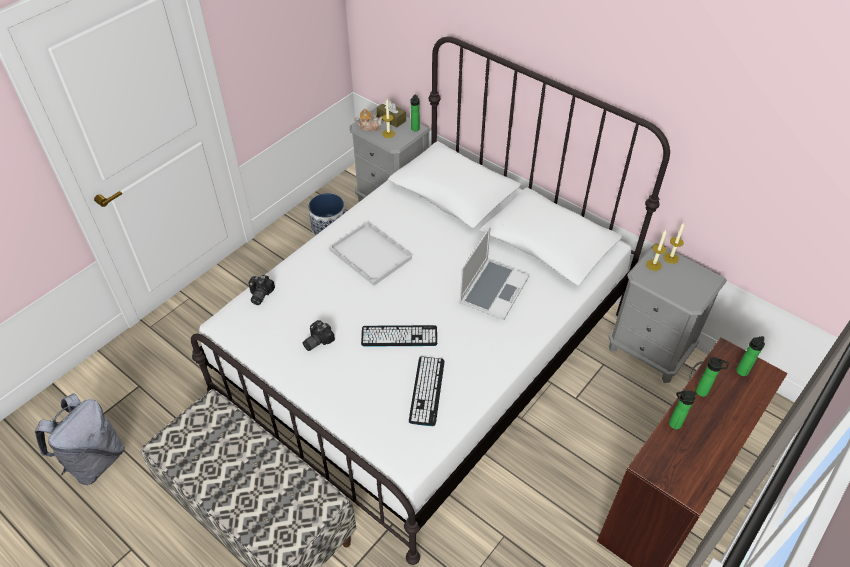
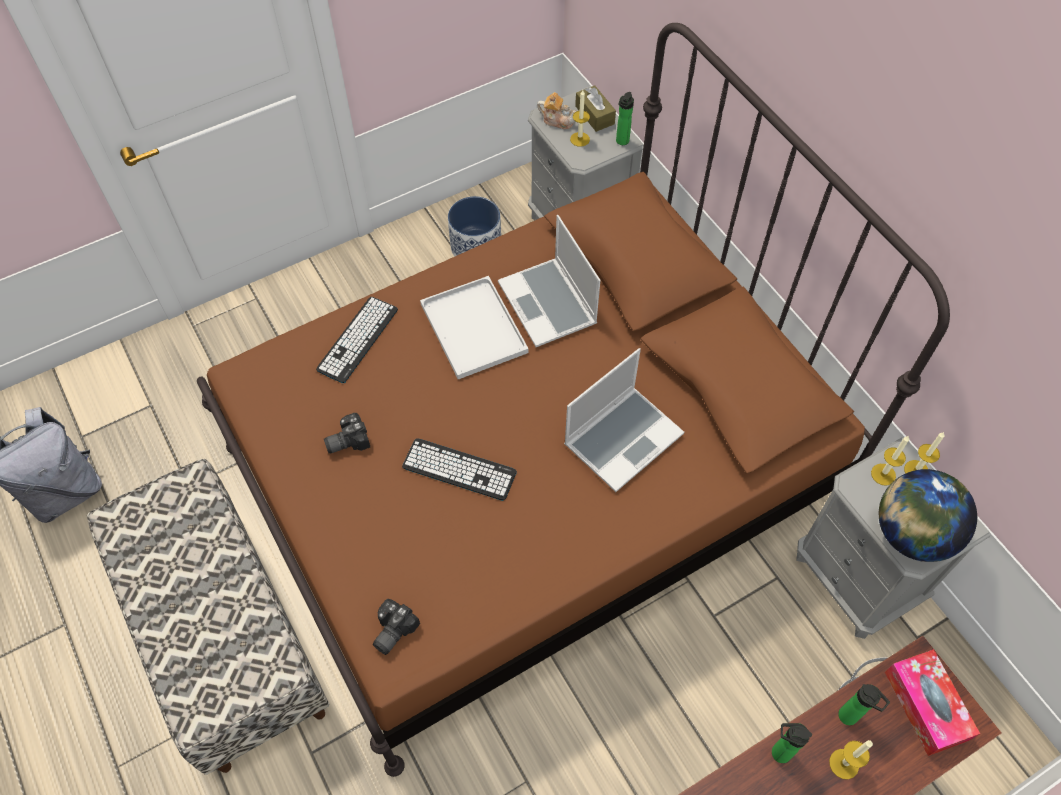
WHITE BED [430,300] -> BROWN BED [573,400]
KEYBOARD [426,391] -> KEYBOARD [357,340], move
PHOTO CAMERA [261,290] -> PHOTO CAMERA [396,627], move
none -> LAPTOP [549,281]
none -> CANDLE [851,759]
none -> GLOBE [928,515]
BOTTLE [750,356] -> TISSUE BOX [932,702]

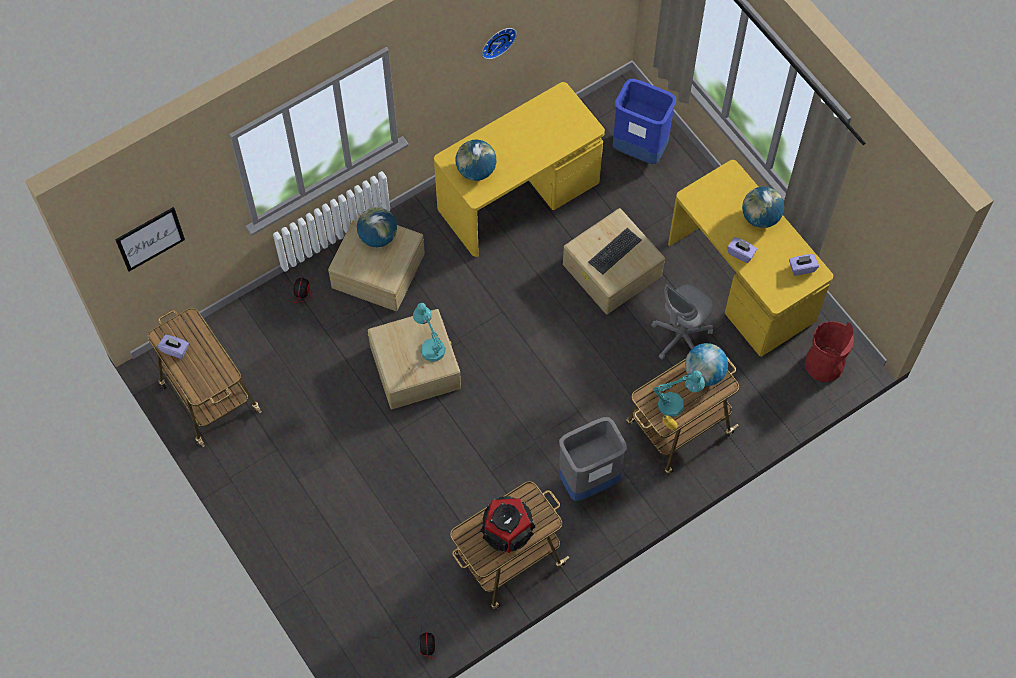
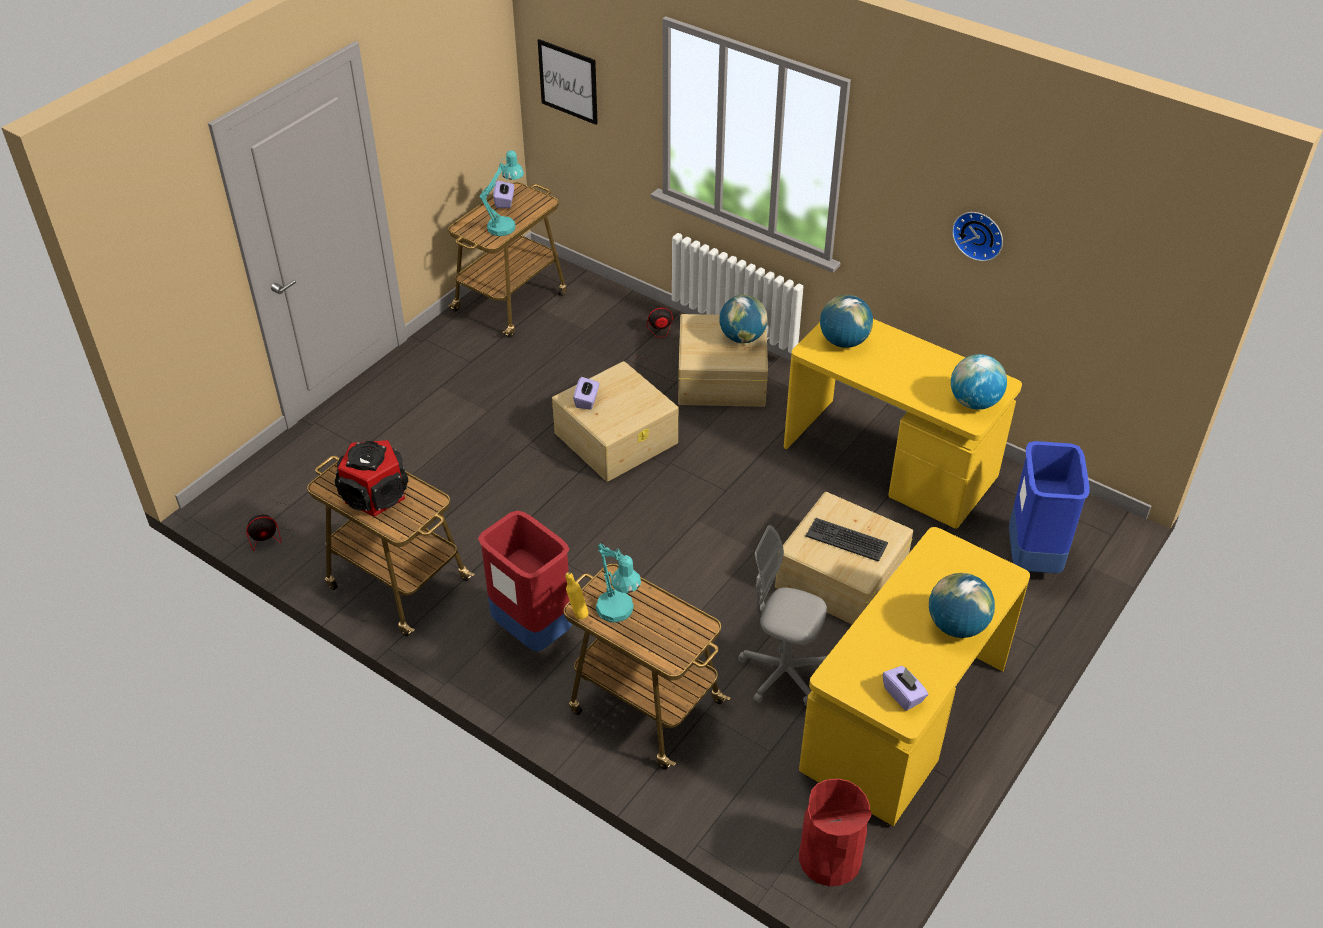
GREY TRASH CAN [593,459] -> RED TRASH CAN [525,581]
TURQUOISE TABLE LAMP [429,332] -> TURQUOISE TABLE LAMP [501,193], move
PURPLE TISSUE BOX [742,250] -> PURPLE TISSUE BOX [586,393], move
GLOBE [706,364] -> GLOBE [979,382], move

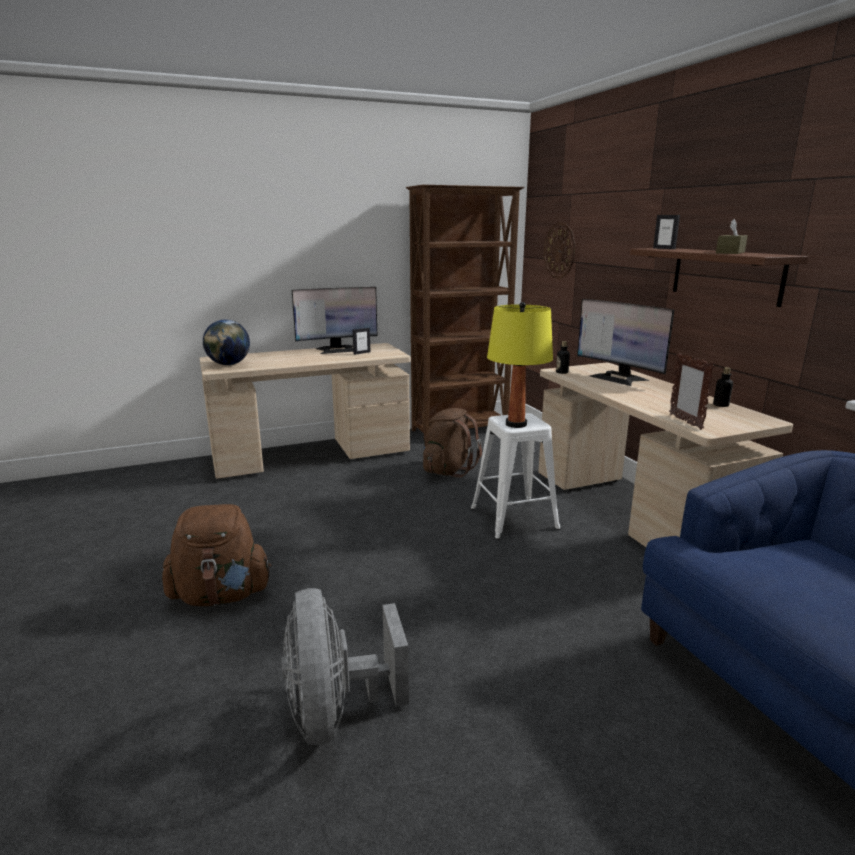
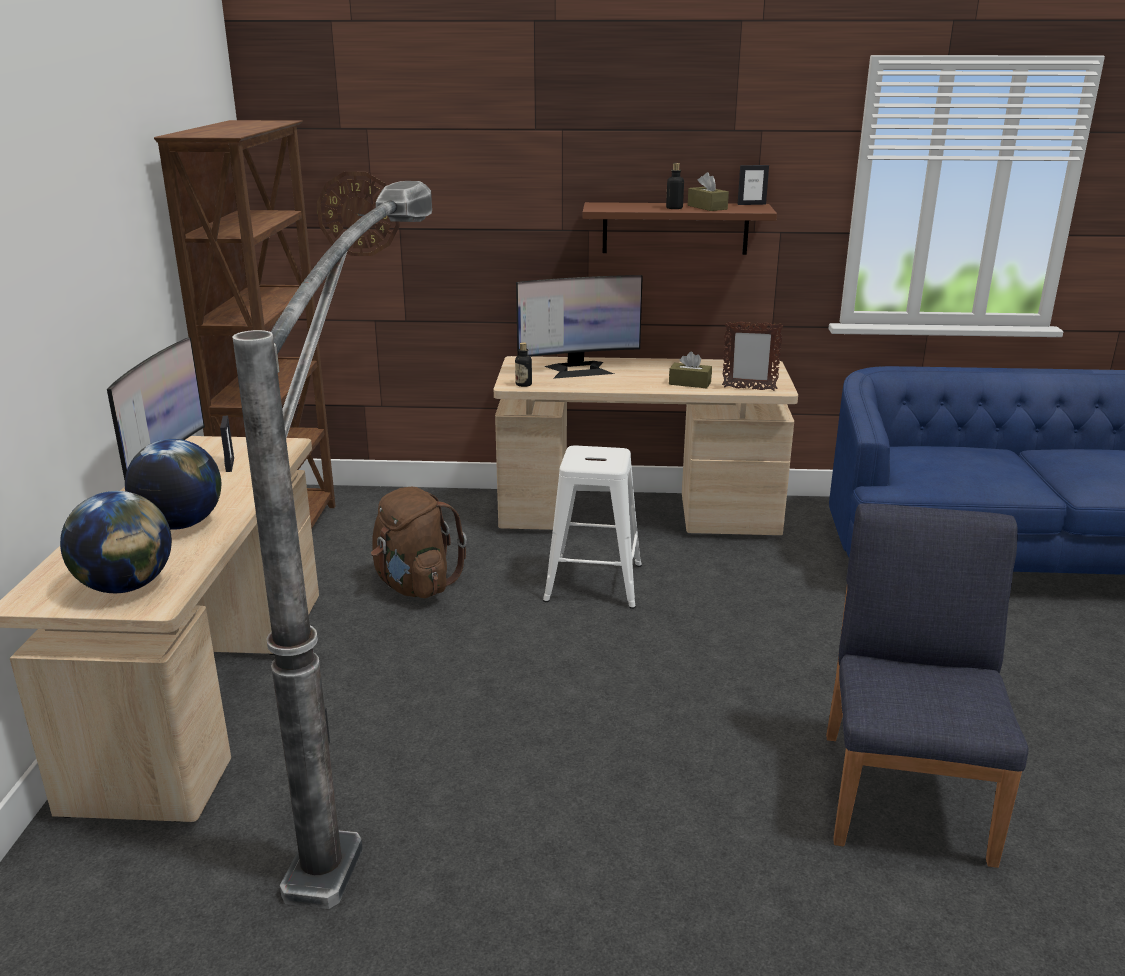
none -> GLOBE [173,484]
none -> FLOOR LAMP [332,545]
BOTTLE [723,387] -> BOTTLE [675,186], move
none -> BROWN TISSUE BOX [690,369]
PICTURE FRAME [666,232] -> PICTURE FRAME [753,185], move
GREY FAN [345,666] -> BLUE CHAIR [927,686]
BROWN BACKPACK [217,555] -> none
YELLOW TABLE LAMP [520,365] -> none

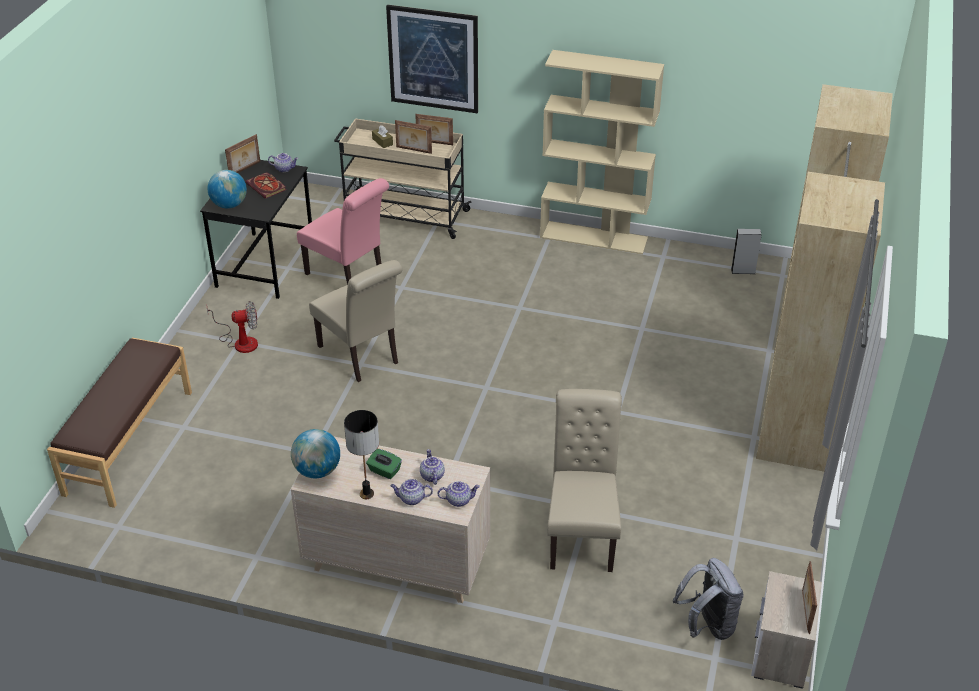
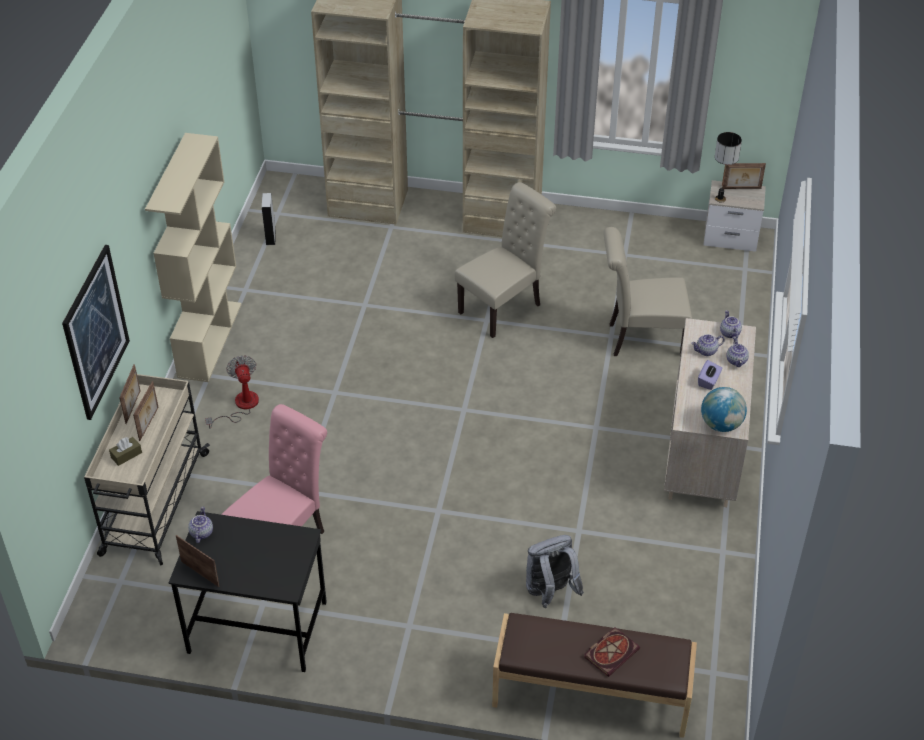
FAN [232,327] -> FAN [232,392], move
BEIGE CHAIR [356,321] -> BEIGE CHAIR [505,260], move
GREY BACKPACK [708,599] -> GREY BACKPACK [555,571], move
BOOK [265,185] -> BOOK [612,652], move
GREEN TISSUE BOX [384,464] -> PURPLE TISSUE BOX [710,375]
TABLE LAMP [361,454] -> TABLE LAMP [728,167], move
GLOBE [227,189] -> none

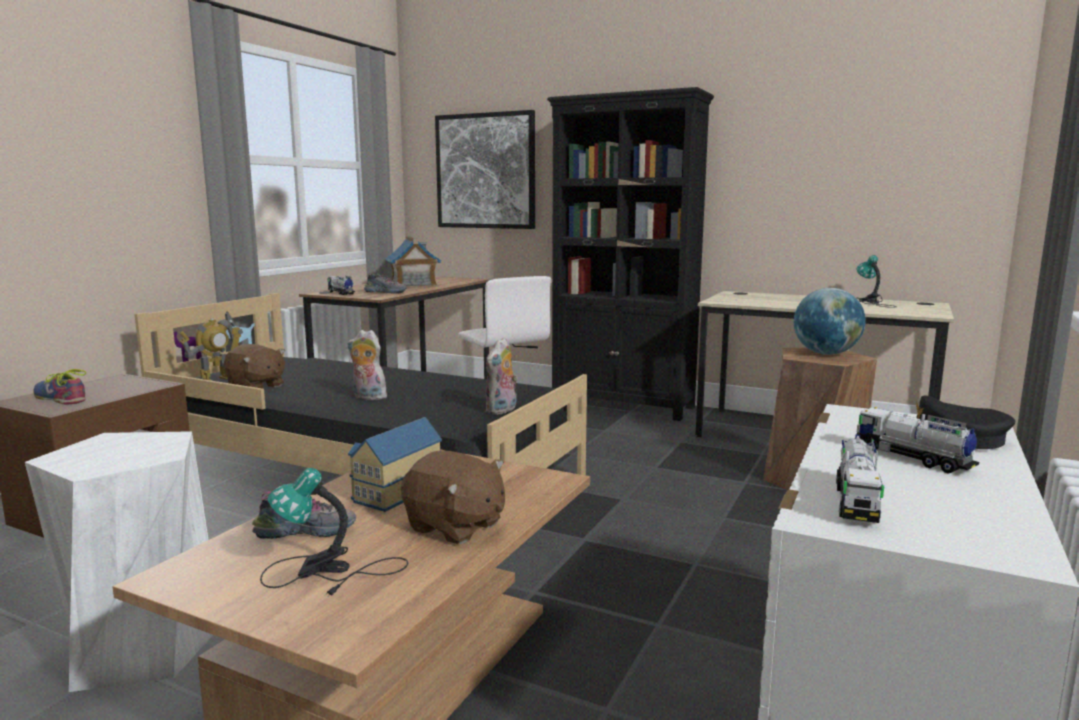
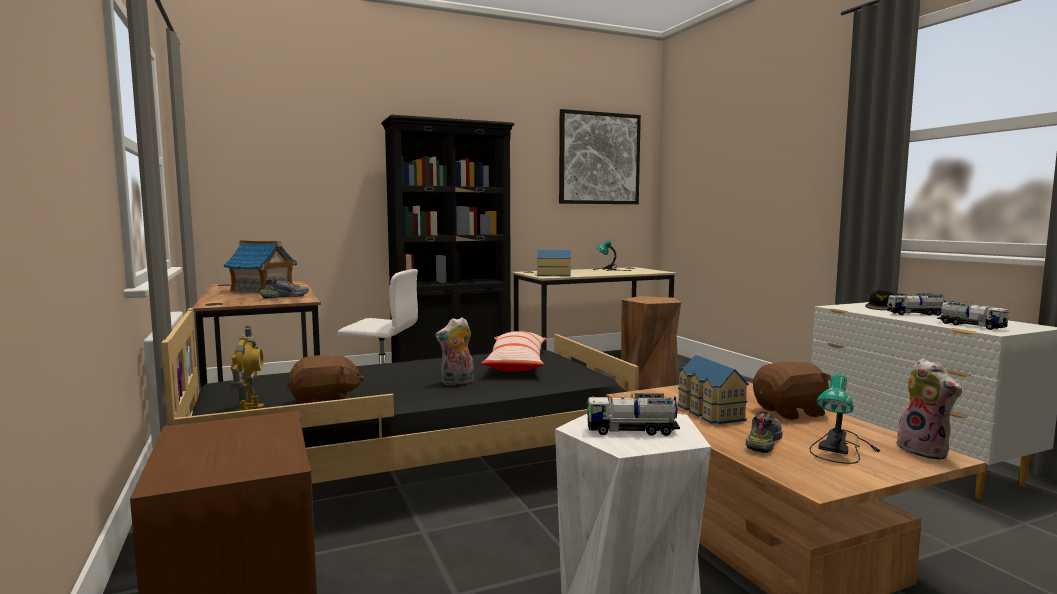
none -> PILLOW [514,351]
none -> TOY HOUSE [554,262]
PICTURE [485,169] -> PICTURE [600,156], move
TOY TRUCK [341,285] -> TOY TRUCK [633,414], move
PLUSH TOY [501,376] -> PLUSH TOY [929,408], move
SHOE [59,387] -> none
GLOBE [830,321] -> none

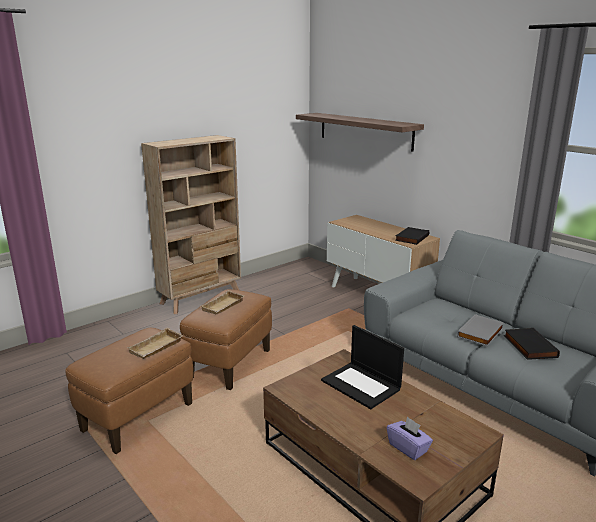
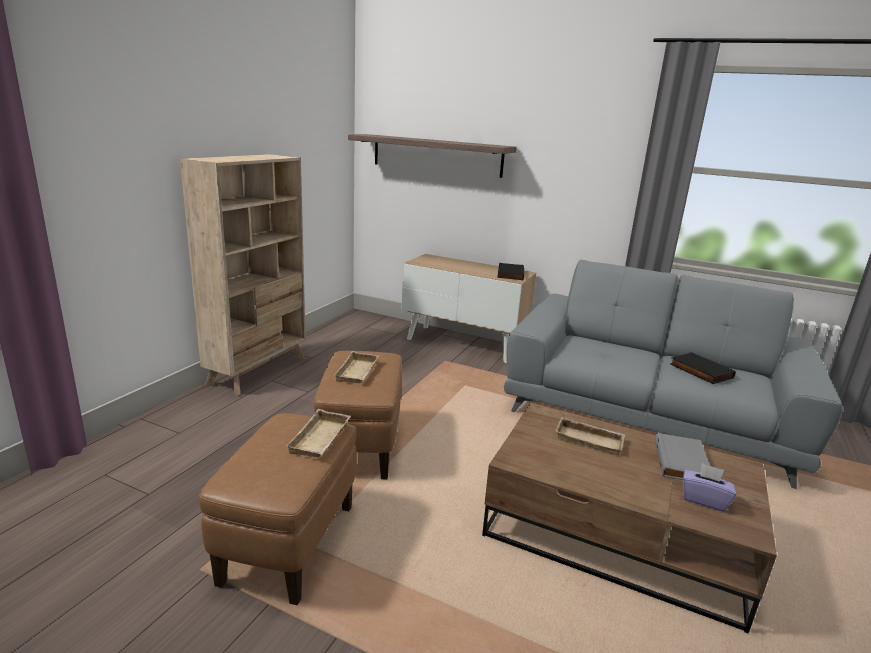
LAPTOP [362,367] -> BEIGE TRAY [590,436]
GREY BOOK [480,330] -> GREY BOOK [682,456], move

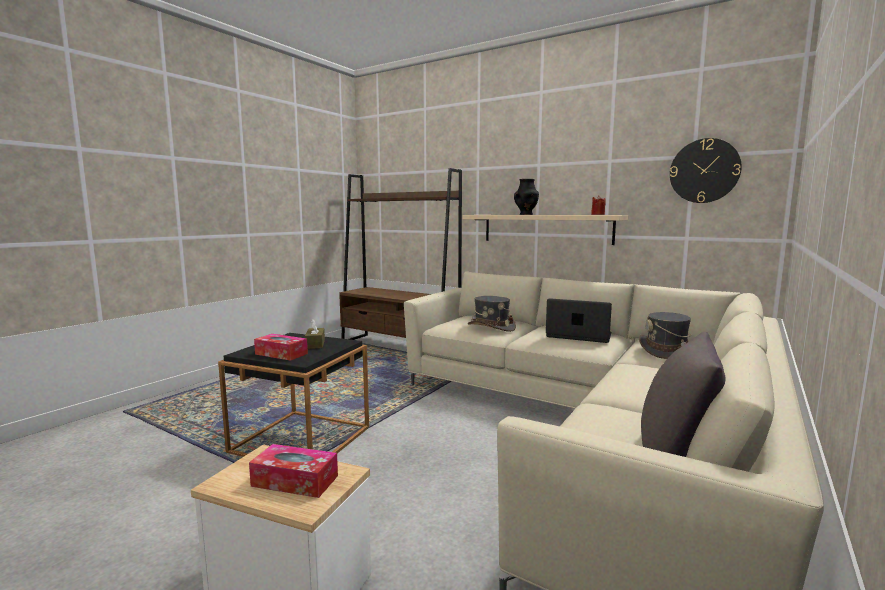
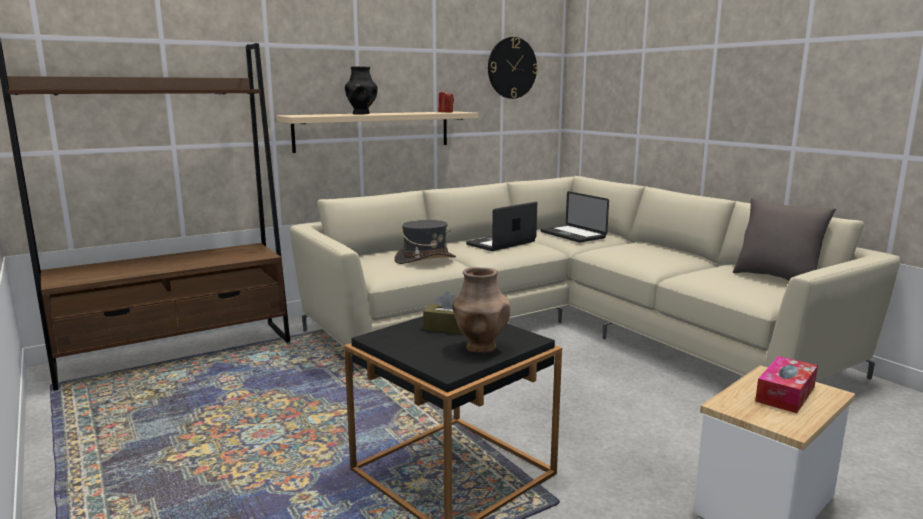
TISSUE BOX [281,347] -> BROWN VASE [481,310]
GREY HAT [665,335] -> LAPTOP [574,217]

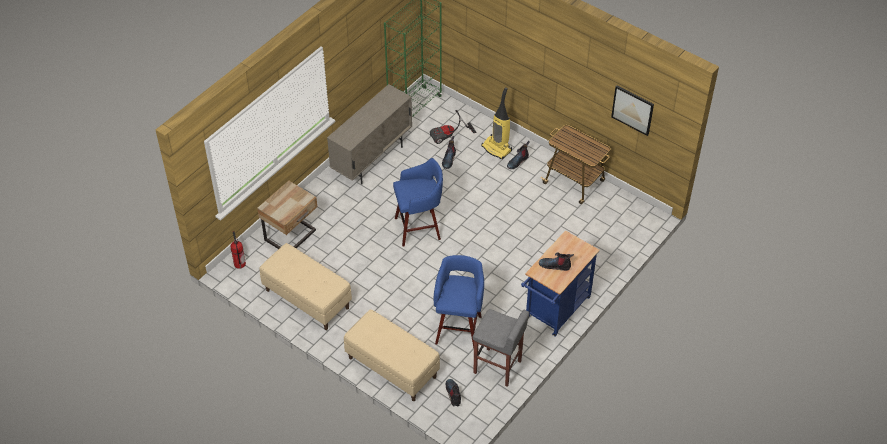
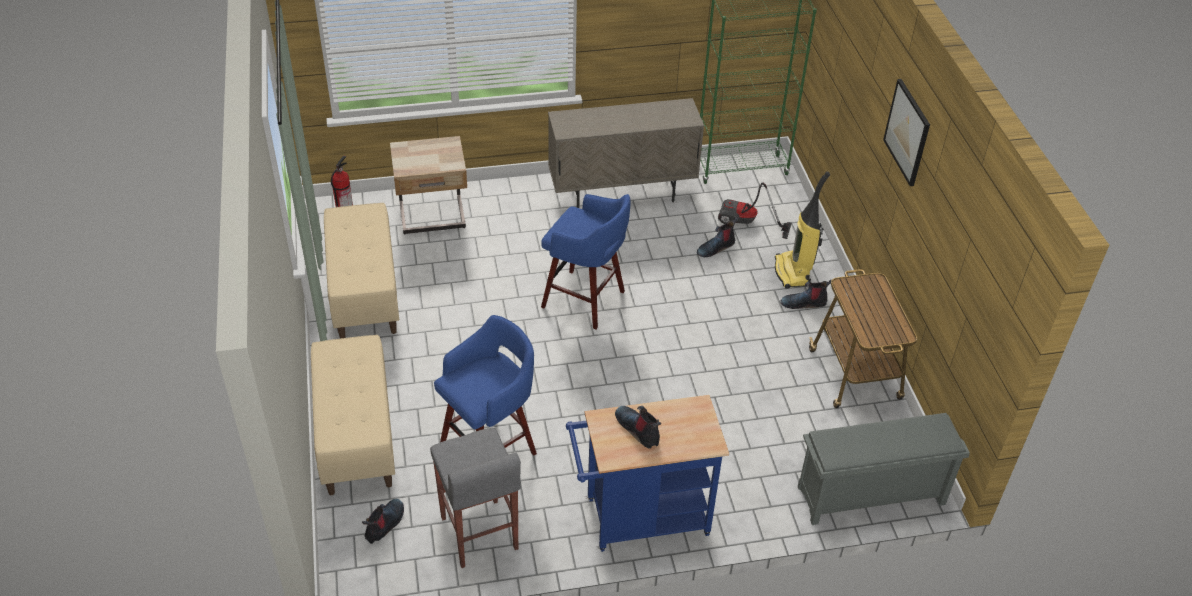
none -> GREY SHOE RACK [884,469]
PICTURE [632,111] -> PICTURE [906,132], move

